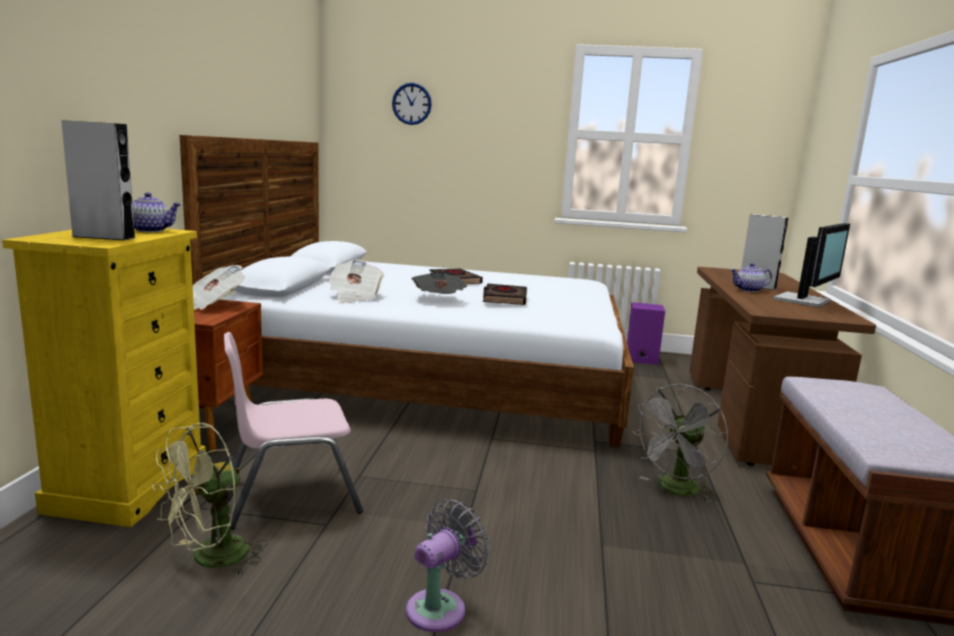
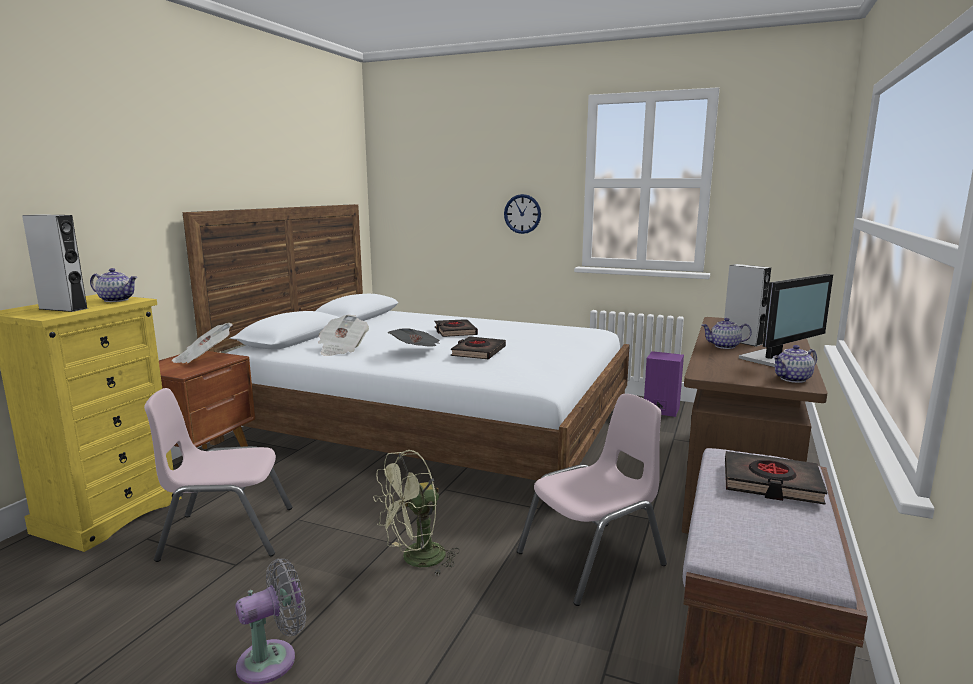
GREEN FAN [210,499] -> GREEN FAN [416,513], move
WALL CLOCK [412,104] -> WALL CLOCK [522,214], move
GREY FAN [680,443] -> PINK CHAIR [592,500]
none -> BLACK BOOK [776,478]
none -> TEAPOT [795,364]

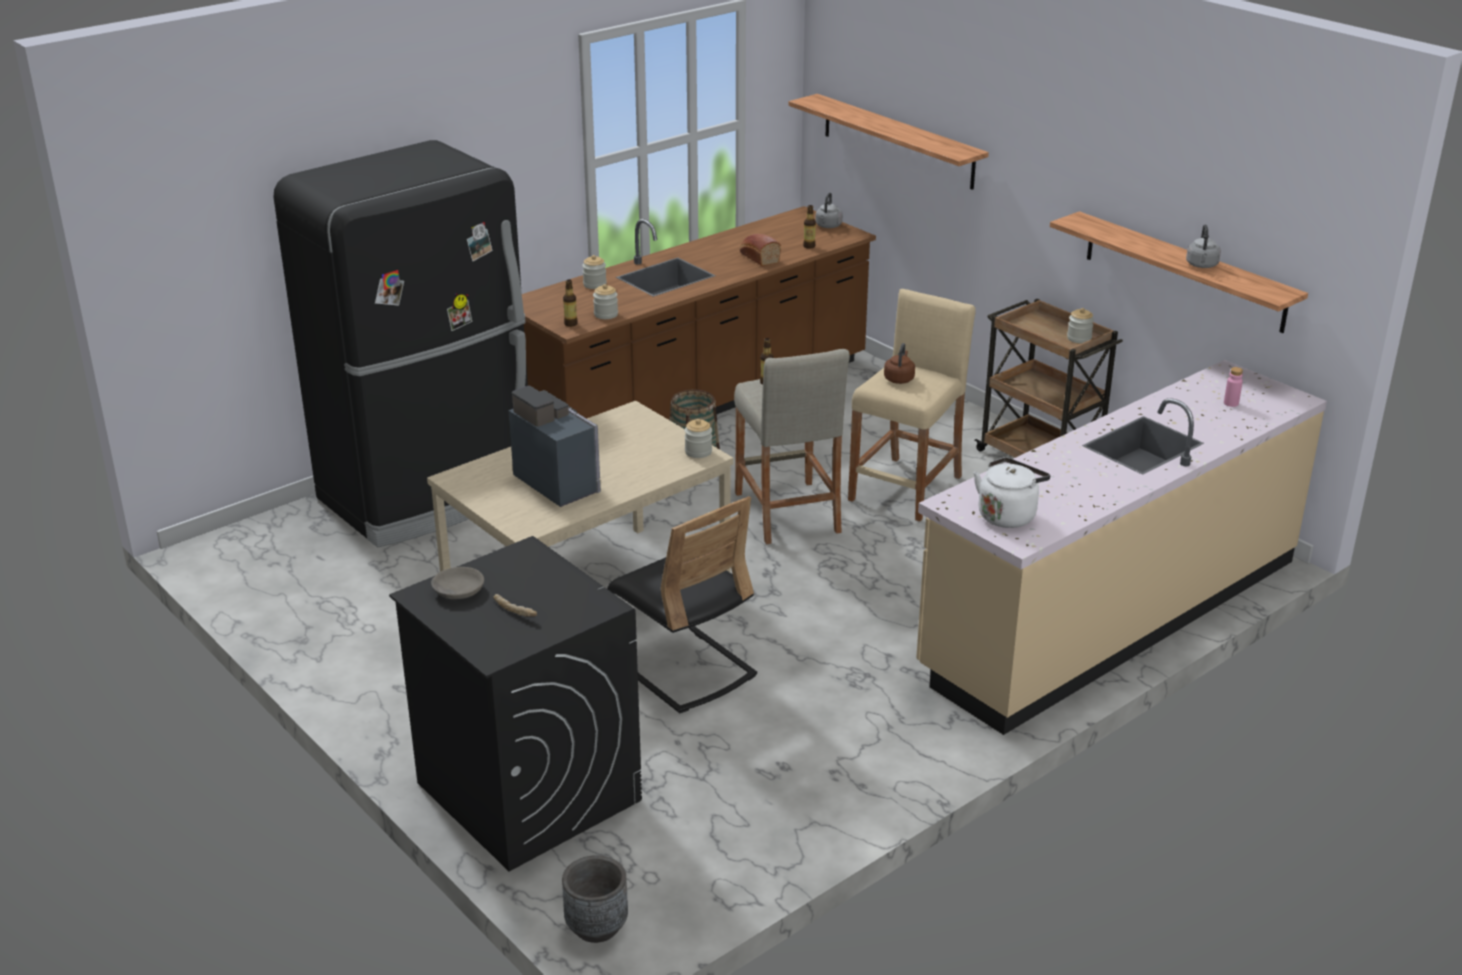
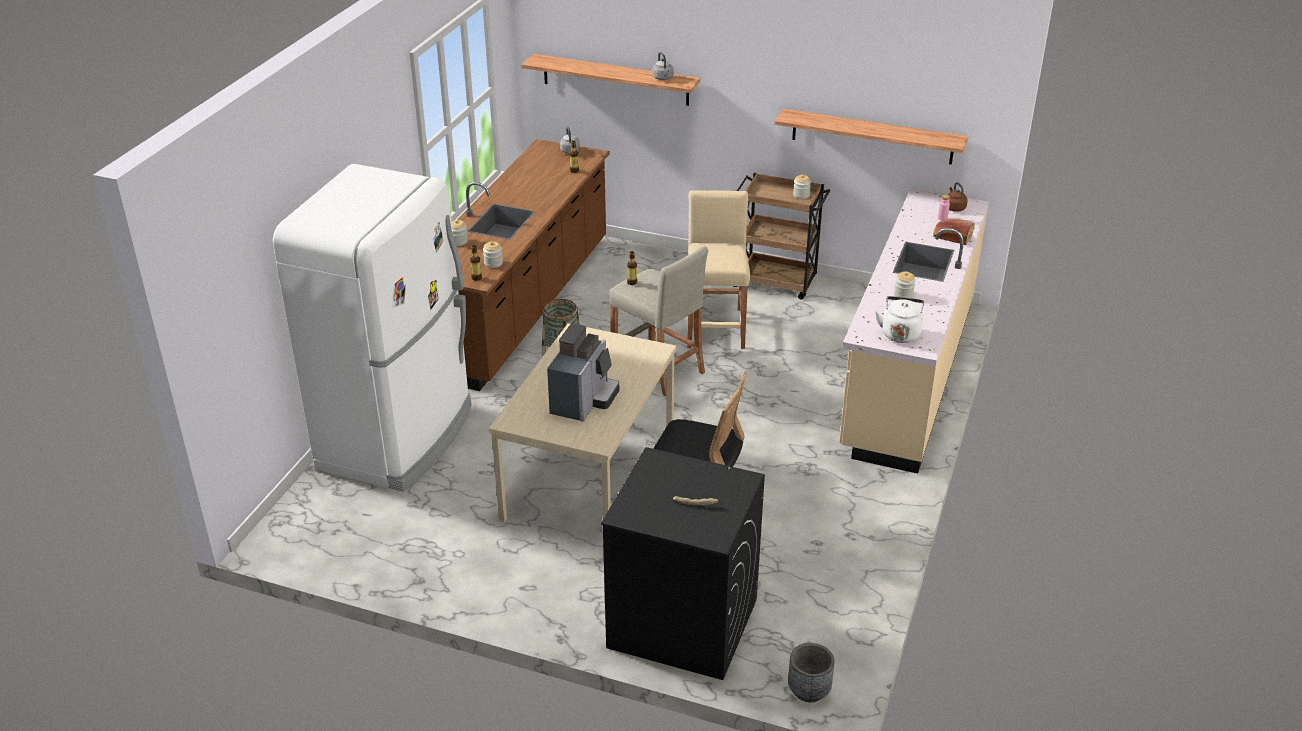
BLACK FRIDGE [401,343] -> WHITE FRIDGE [372,327]
COFFEE MACHINE [554,446] -> COFFEE MACHINE [583,372], 90 degrees clockwise
GREY KETTLE [1203,246] -> GREY KETTLE [663,66], move
JAR [698,438] -> JAR [905,285], move
BREAD [760,250] -> BREAD [954,232], move
BROWN KETTLE [899,363] -> BROWN KETTLE [958,197], move
GREY BOWL [457,583] -> none

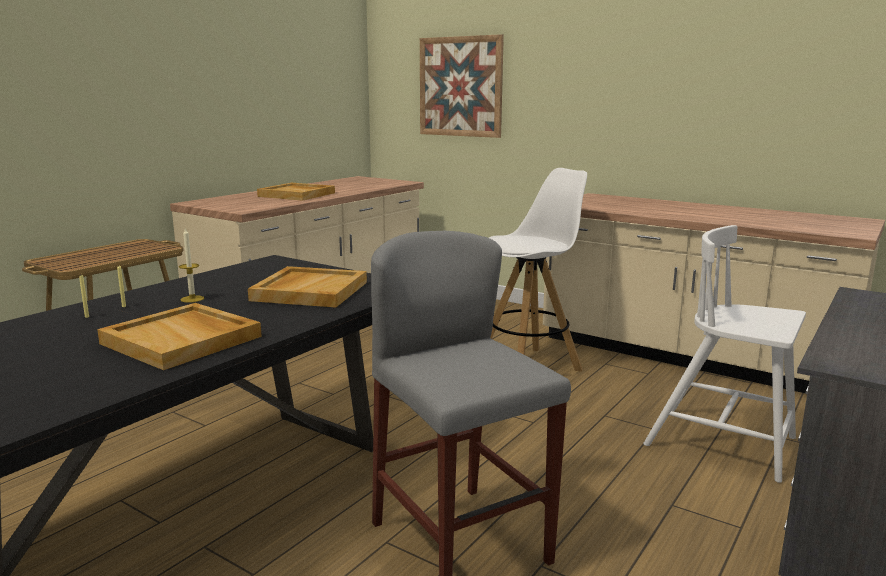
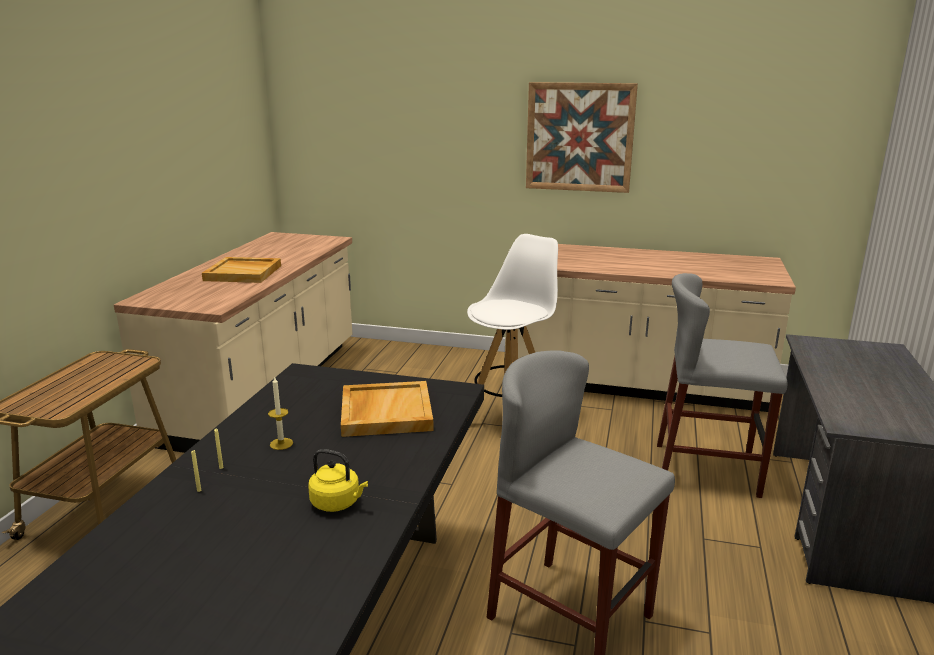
BEIGE TRAY [179,336] -> YELLOW KETTLE [338,480]
PICTURE [462,86] -> PICTURE [582,137], move
WHITE CHAIR [724,354] -> GREY STOOL [722,385]

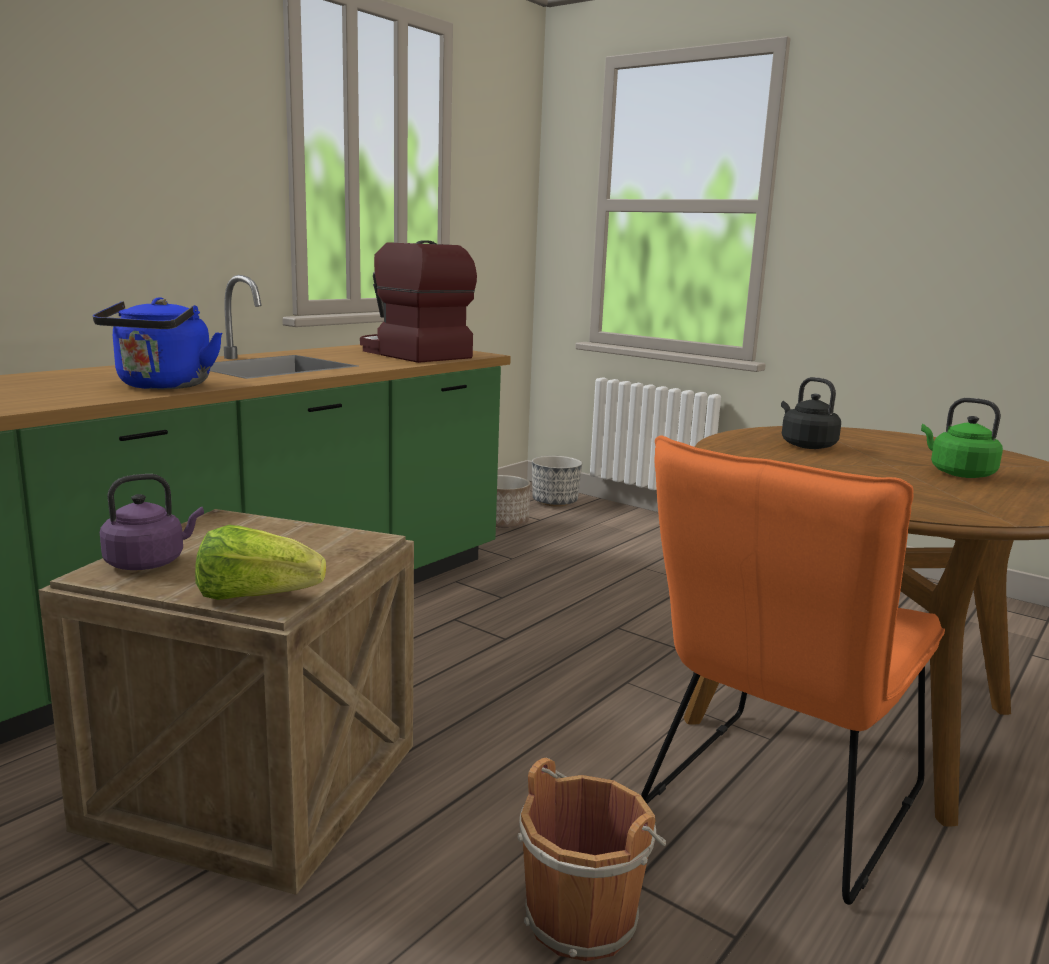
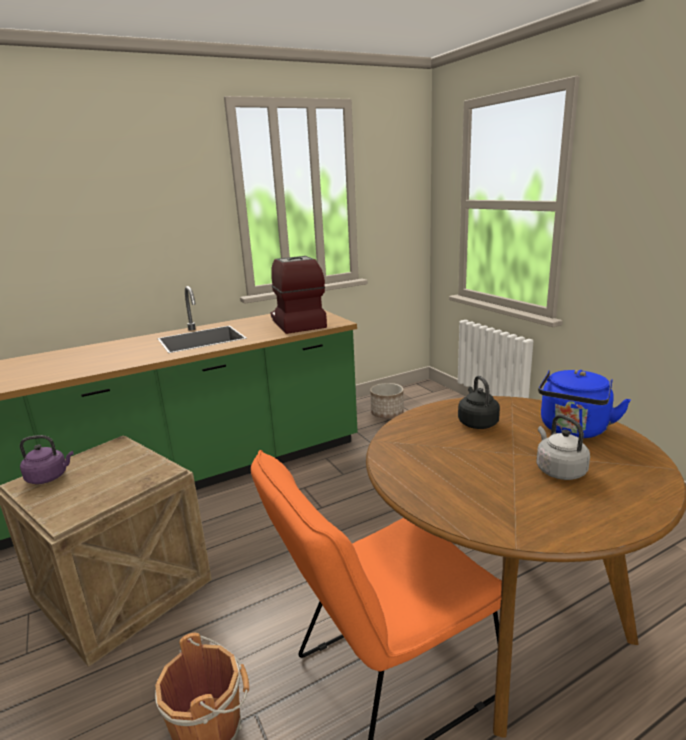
GREEN KETTLE [962,438] -> GREY KETTLE [563,447]
BLUE KETTLE [158,343] -> BLUE KETTLE [584,404], move
LETTUCE [260,562] -> none
PLANTER [557,481] -> none

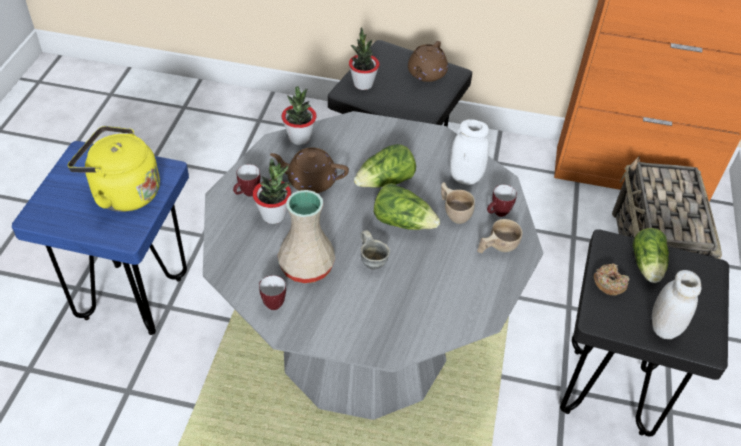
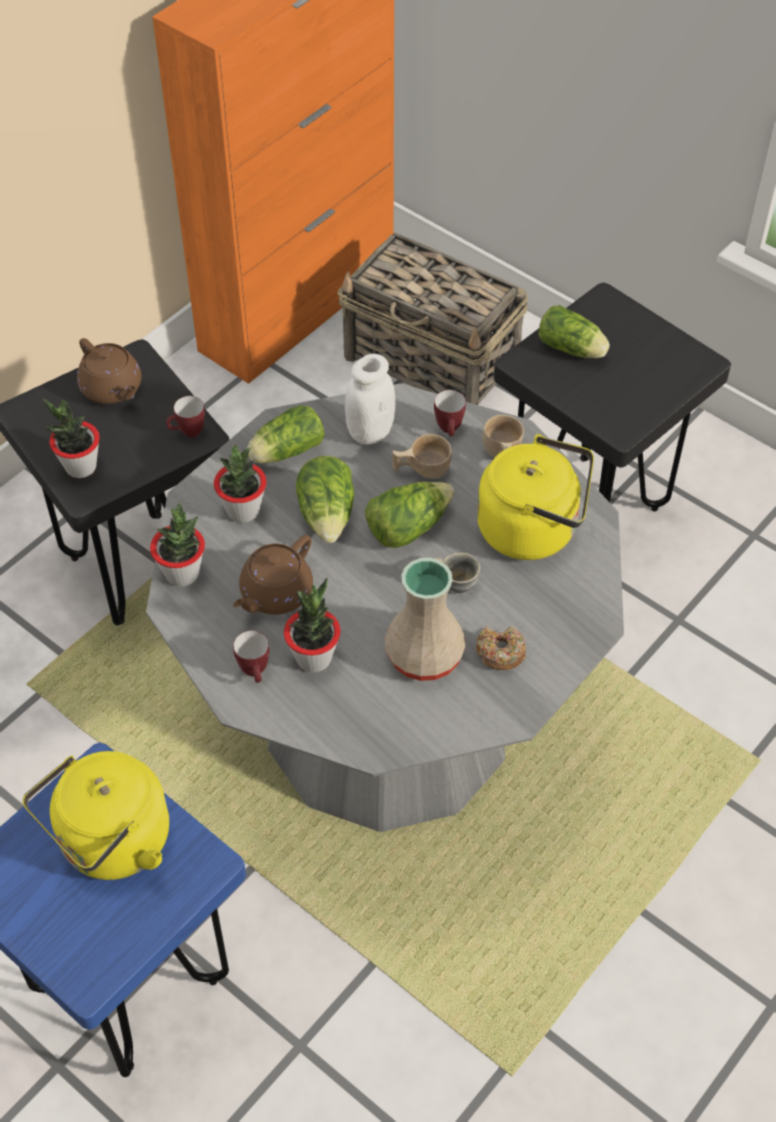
MUG [272,292] -> MUG [185,417], move
none -> POTTED PLANT [240,484]
none -> LETTUCE [286,434]
DONUT [612,279] -> DONUT [501,648], move
none -> YELLOW KETTLE [535,497]
WHITE JAR [677,304] -> none

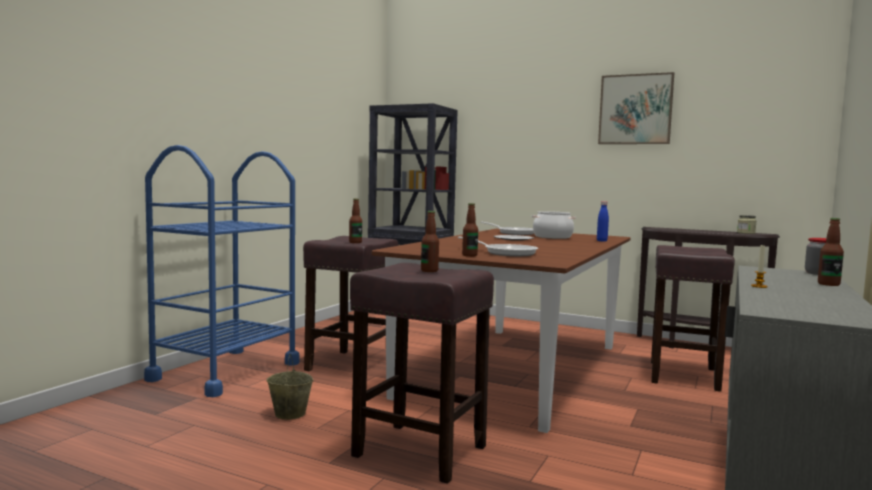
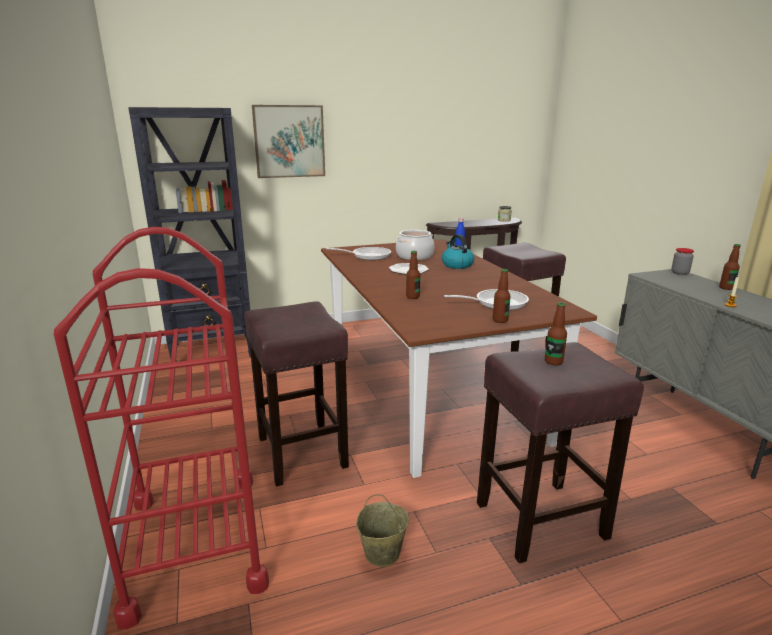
BLUE CART [222,271] -> RED CART [161,428]
PICTURE [636,108] -> PICTURE [288,141], move
BOTTLE [355,221] -> BOTTLE [413,275], move
none -> KETTLE [458,251]

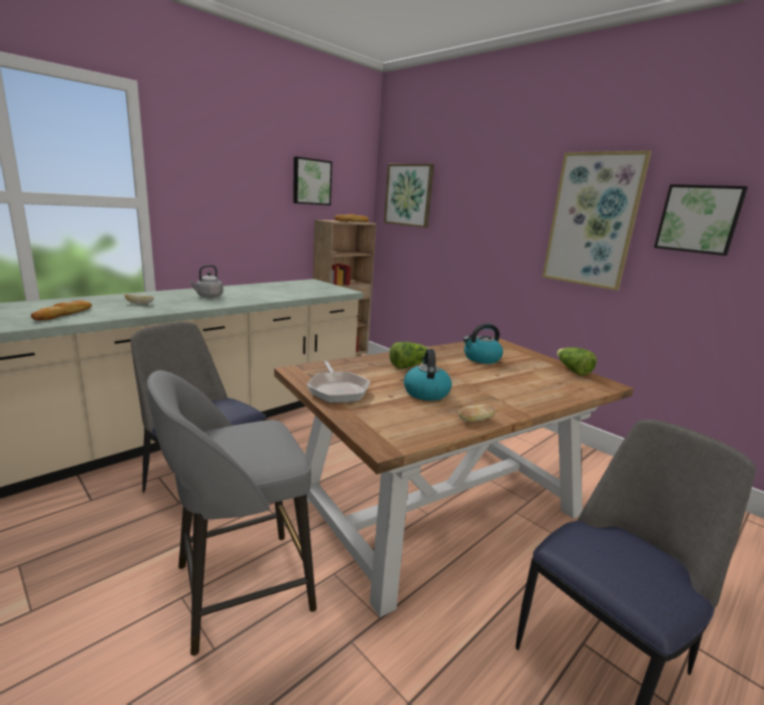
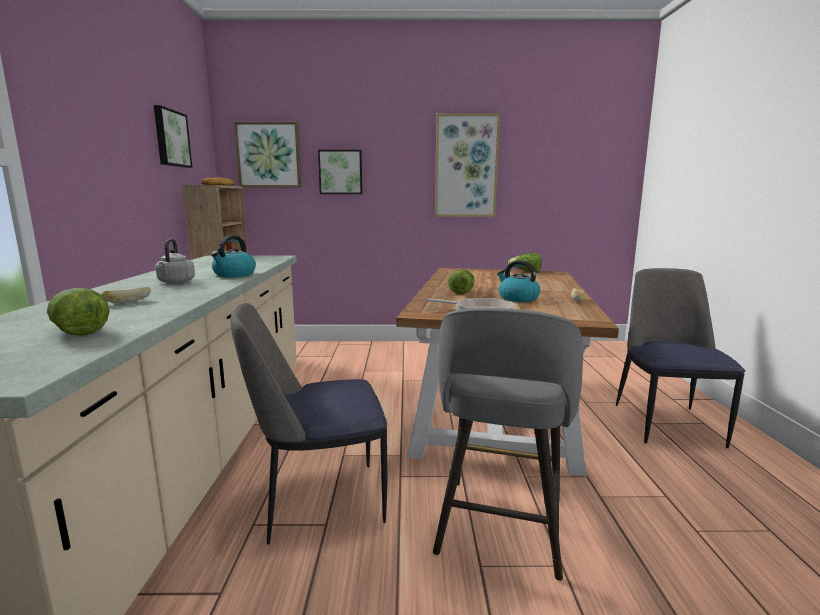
BREAD [61,310] -> LETTUCE [78,312]
KETTLE [483,343] -> KETTLE [233,256], move
PICTURE [701,220] -> PICTURE [340,172], move

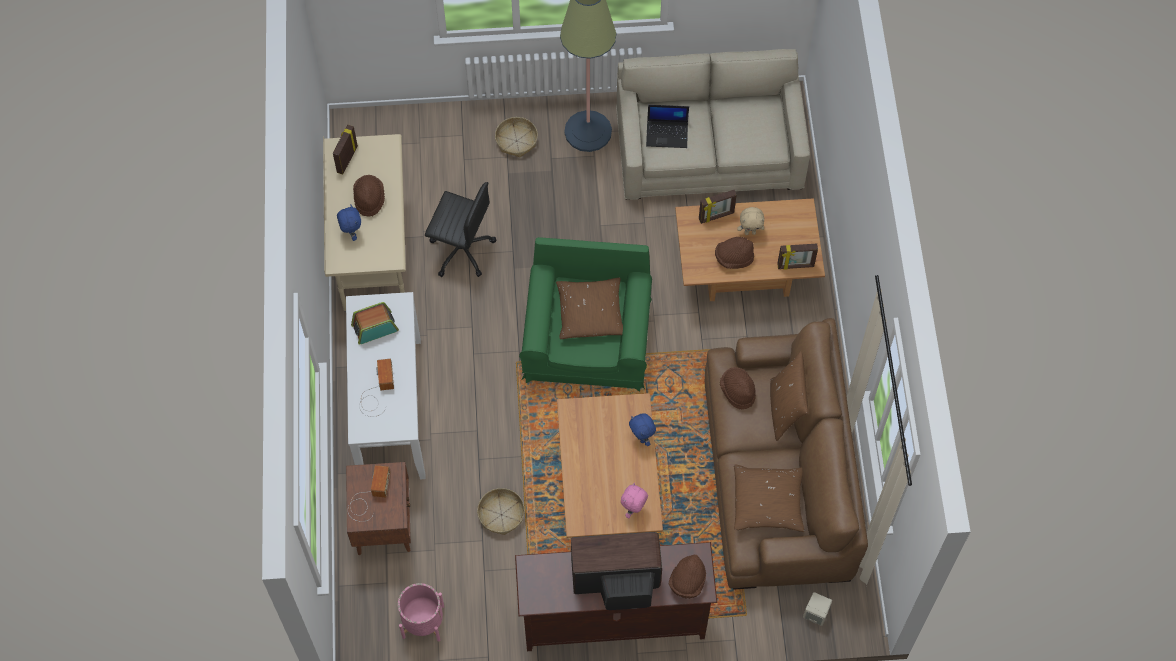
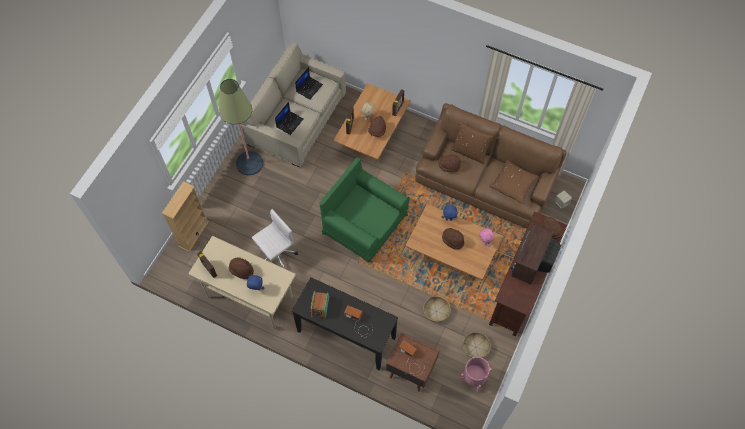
none -> BEIGE BOOKCASE [185,216]
BLACK OFFICE CHAIR [460,229] -> WHITE OFFICE CHAIR [275,239]
WHITE CONSOLE TABLE [386,385] -> BLACK CONSOLE TABLE [345,324]
none -> LAPTOP [309,83]
none -> BROWN HAT [453,239]
BASKET [516,137] -> BASKET [476,345], move
BROWN PILLOW [589,308] -> none

